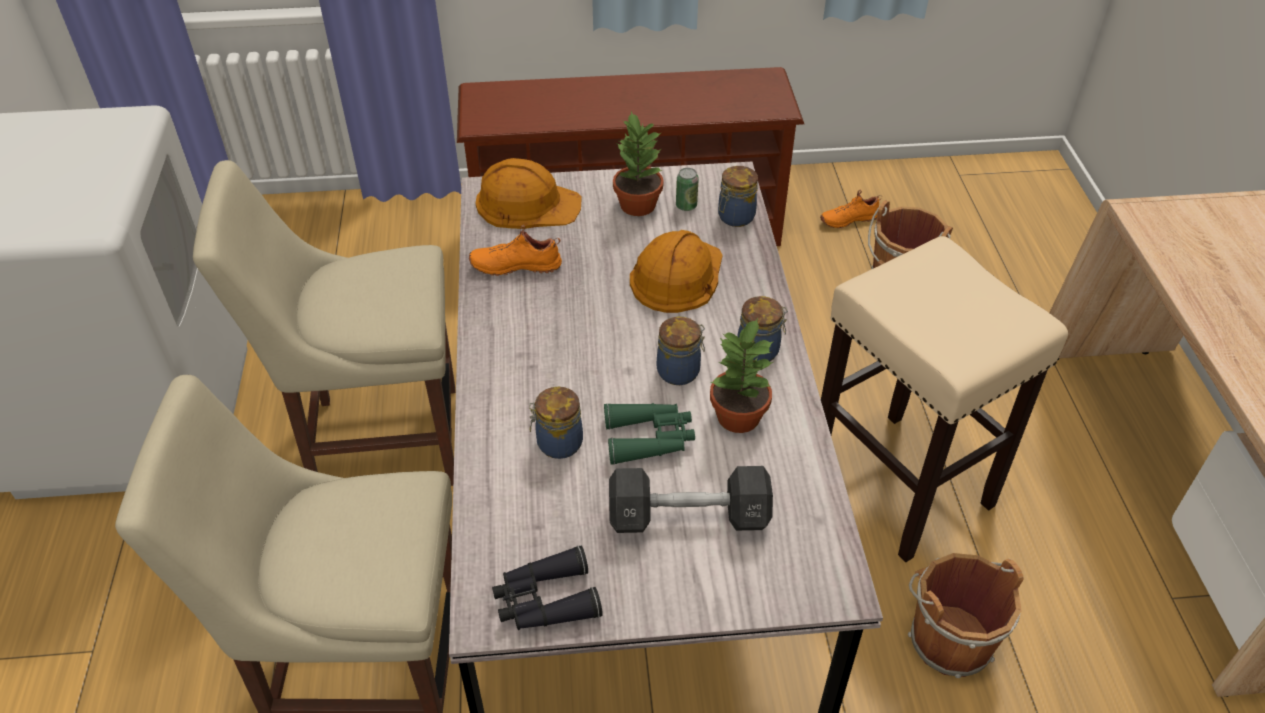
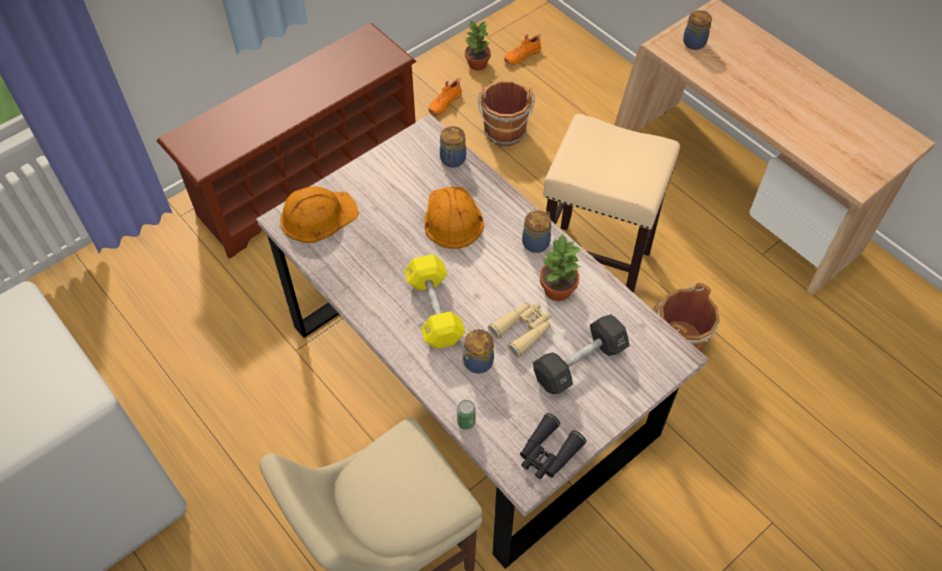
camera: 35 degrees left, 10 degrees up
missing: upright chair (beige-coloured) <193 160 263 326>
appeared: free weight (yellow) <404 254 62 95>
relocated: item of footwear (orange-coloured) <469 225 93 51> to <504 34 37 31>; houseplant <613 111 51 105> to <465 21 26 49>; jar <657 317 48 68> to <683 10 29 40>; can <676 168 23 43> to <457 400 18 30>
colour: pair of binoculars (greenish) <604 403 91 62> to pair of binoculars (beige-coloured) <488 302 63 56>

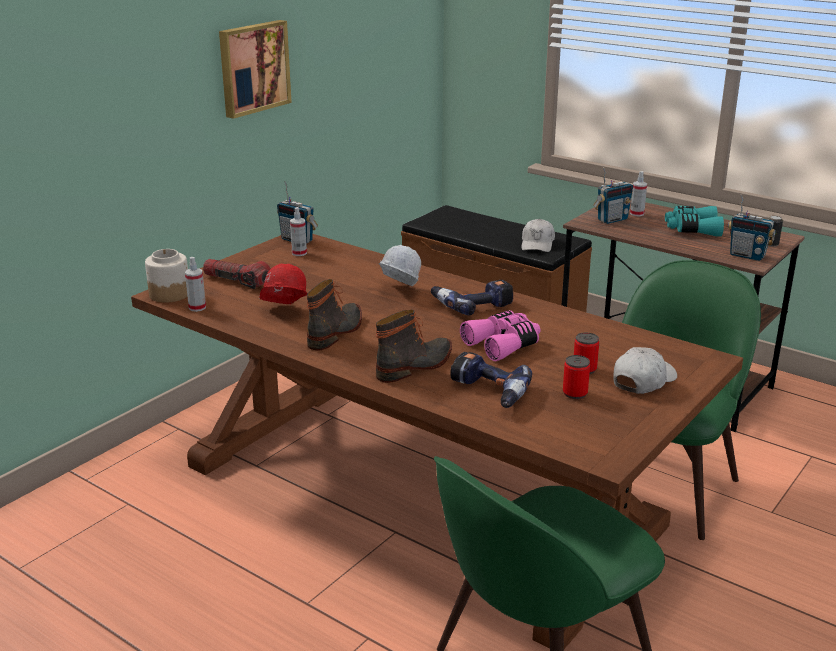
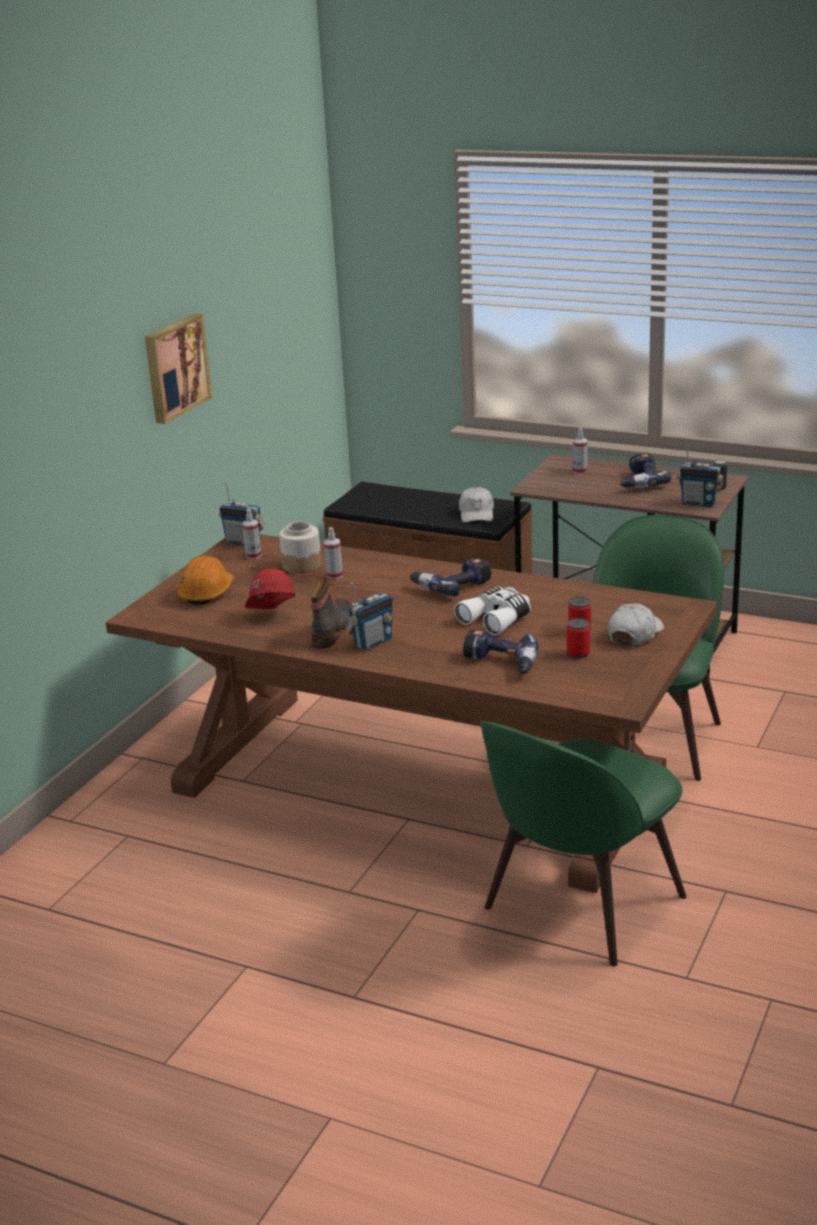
camera: 10 degrees left, 0 degrees up
missing: high-top boot <376 309 76 74>; safety helmet (white) <379 245 42 41>
relocated: jar <145 249 43 54> to <279 522 42 52>; sprayer <185 257 21 55> to <324 527 19 52>; radio receiver <593 167 40 57> to <346 582 47 68>
exchanged: torch <203 259 68 30> to safety helmet (orange-coloured) <176 555 58 50>; pair of binoculars (blue-green) <665 206 59 31> to drill <620 453 51 35>
colour: pair of binoculars (pink) <460 310 81 51> to pair of binoculars (white) <454 586 77 50>

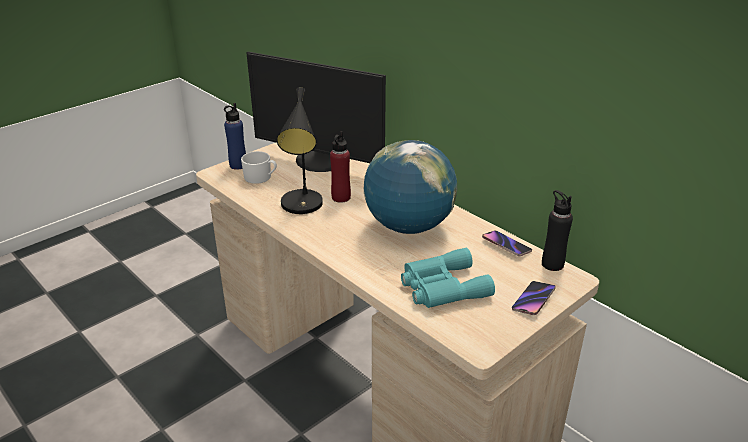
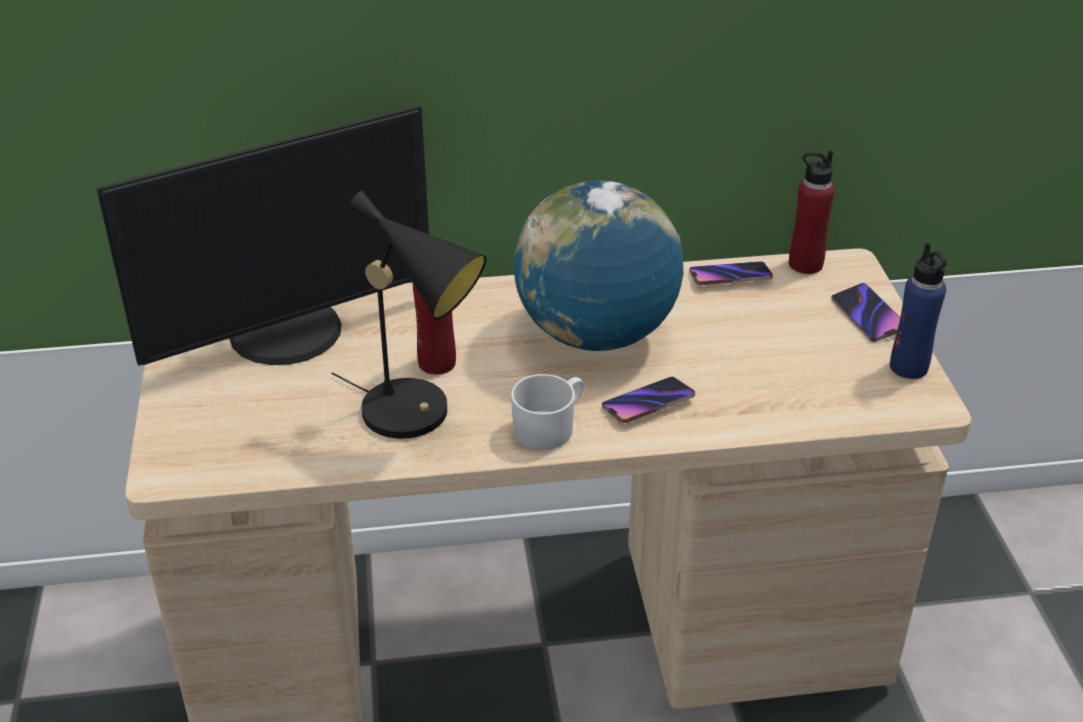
camera: 55 degrees left, 5 degrees up
missing: pair of binoculars (blue-green) <401 248 94 60>
appeared: telephone <602 377 93 46>
relocated: bottle (blue) <224 103 22 67> to <890 243 57 136>; mug (white) <241 151 36 33> to <511 374 73 76>
colour: bottle (black-coloured) <542 190 31 81> to bottle (red) <789 150 46 124>

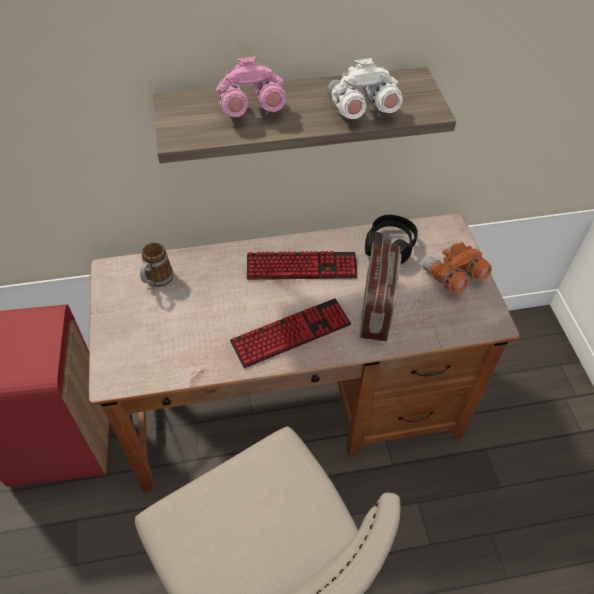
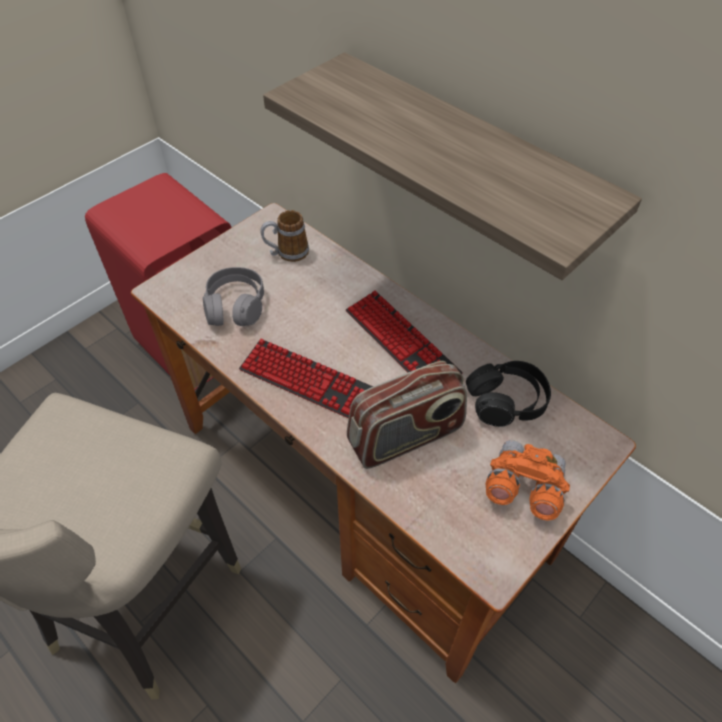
camera: 55 degrees right, 0 degrees up
missing: pair of binoculars (pink) <216 56 70 61>; pair of binoculars (white) <327 58 76 61>
appeared: headset (grey) <203 267 61 59>

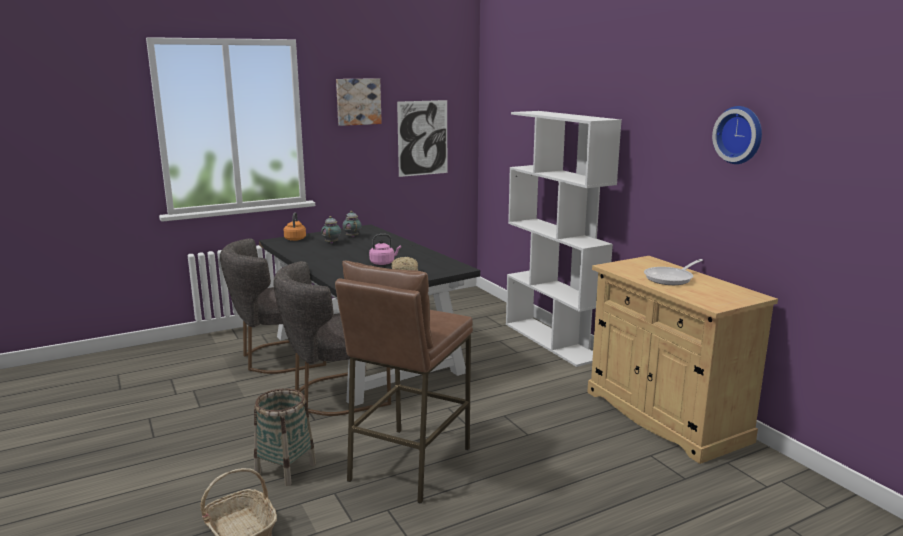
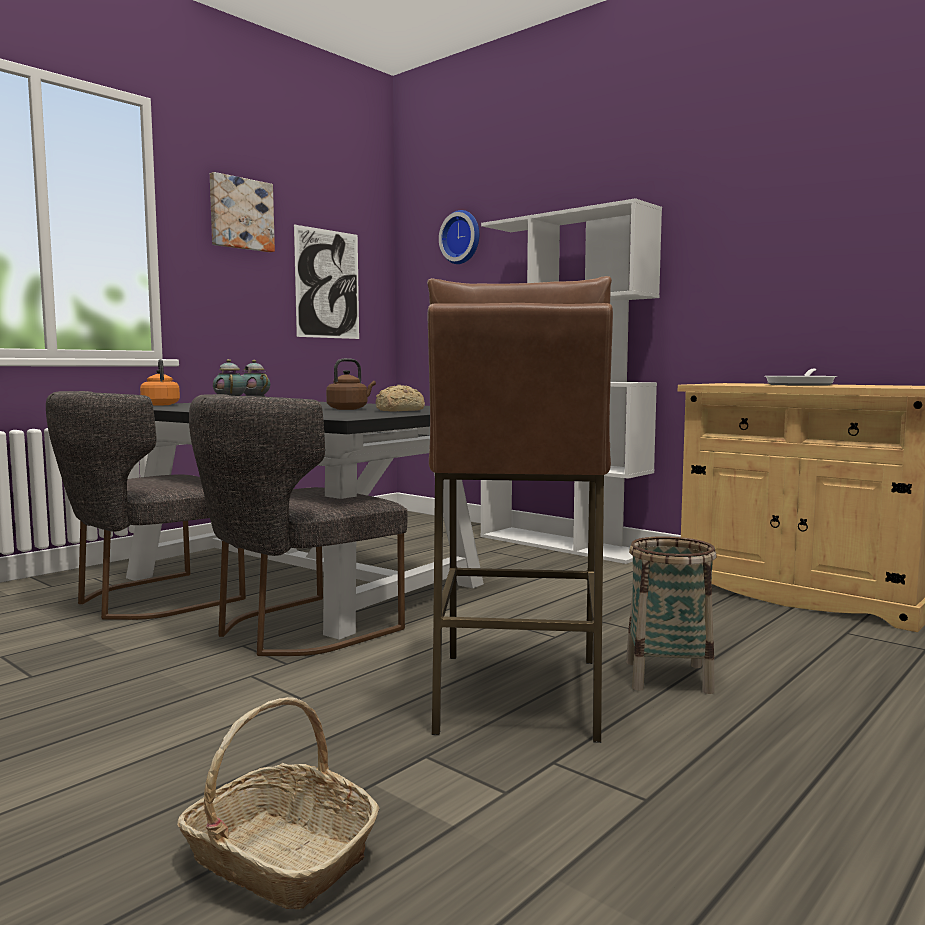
camera: 20 degrees left, 10 degrees down
relocated: storage basket <254 388 62 98> to <626 536 91 158>; wall clock <712 106 50 58> to <439 210 40 54>
colour: kettle (pink) <369 234 32 31> to kettle (brown) <326 358 50 52>

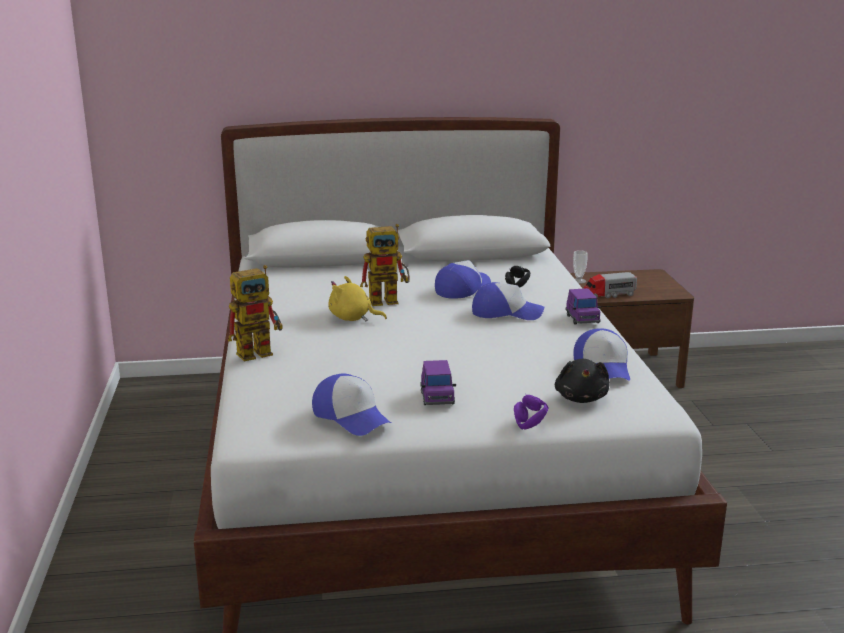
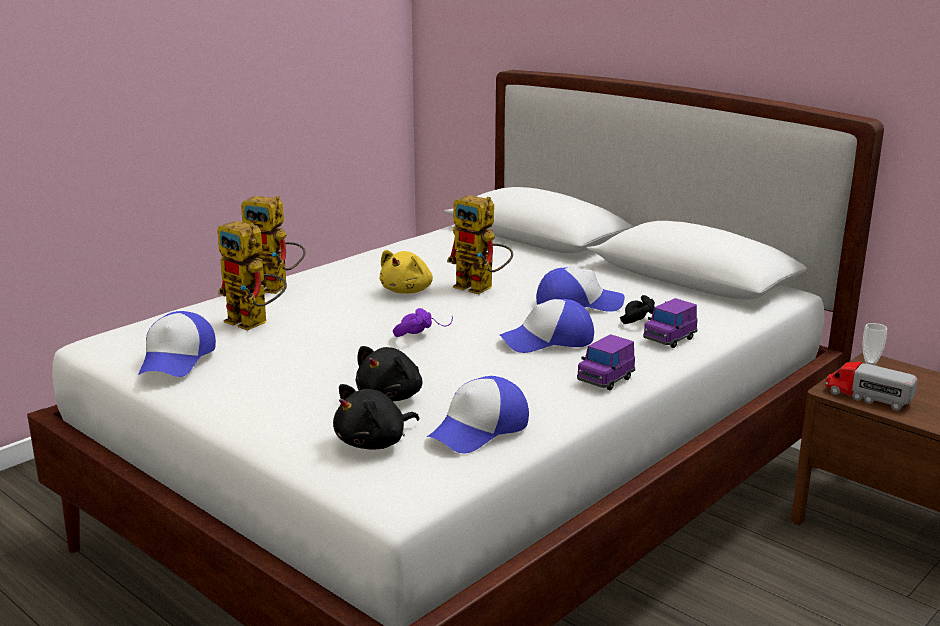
camera: 50 degrees right, 0 degrees up
appeared: toy robot <217 221 70 110>; plush toy (black-coloured) <355 346 67 55>
relocated: miniature car (purple) <420 360 36 45> to <643 298 55 50>; headset (purple) <514 393 35 36> to <393 308 60 29>
spun: plush toy (yellow) <328 276 59 46> = <380 250 53 44> 135 degrees counterclockwise; cap <472 282 72 38> = <500 299 94 54> 105 degrees clockwise

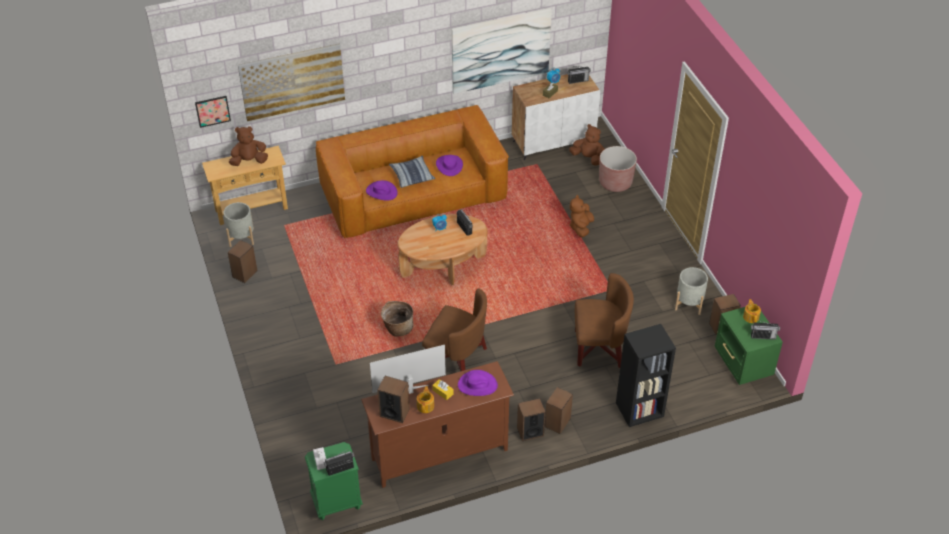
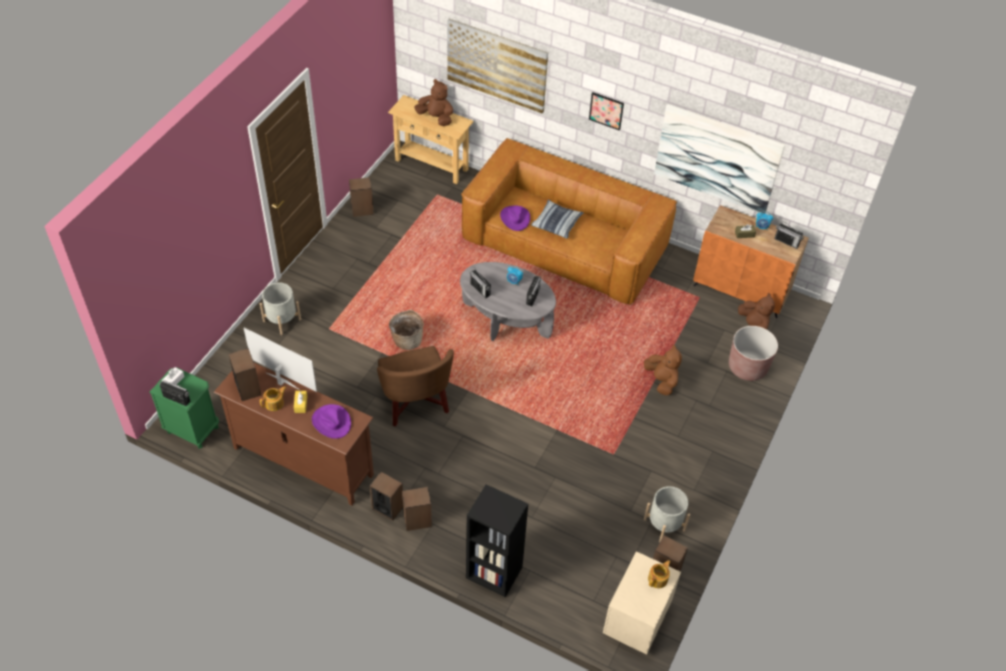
camera: 45 degrees right, 5 degrees up
missing: wearable hat (purple) <436 155 27 21>; easy chair (brown) <575 273 59 95>
relocated: wall picture <195 96 36 32> to <589 92 35 39>; planter (grey) <223 202 31 45> to <260 282 41 53>; radio receiver <751 320 29 20> to <470 267 21 32>
colour: lounge table (brown) <398 214 90 71> to lounge table (grey) <460 262 96 79>; cupboard (white) <512 74 88 86> to cupboard (orange-coloured) <693 205 116 113>; nightstand (greenish) <715 304 68 81> to nightstand (beige-coloured) <603 551 78 104>
spun: plush toy (brown) <570 195 24 42> = <644 345 38 50> 90 degrees clockwise

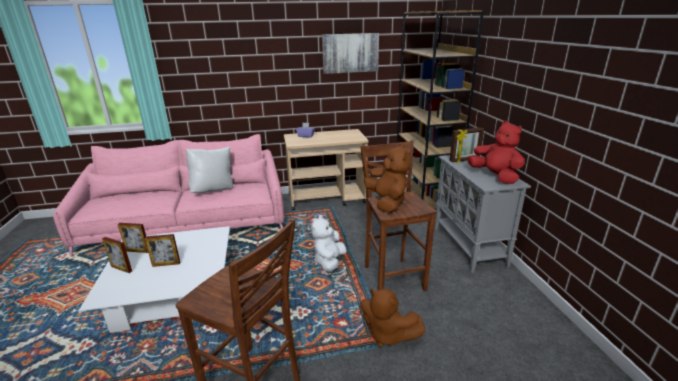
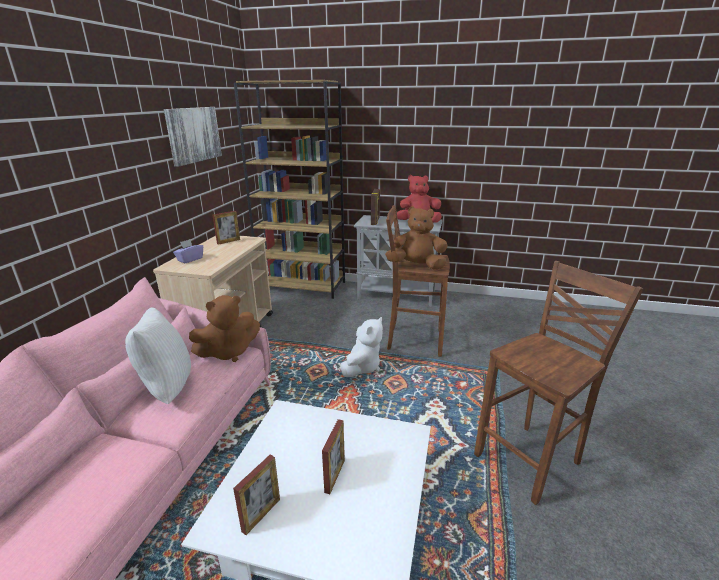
camera: 65 degrees left, 0 degrees up
relocated: photo frame <102 237 30 36> to <213 211 27 34>; plush toy (brown) <360 288 66 60> to <189 295 71 67>
spun: plush toy (white) <311 215 36 57> = <341 317 42 60> 105 degrees counterclockwise

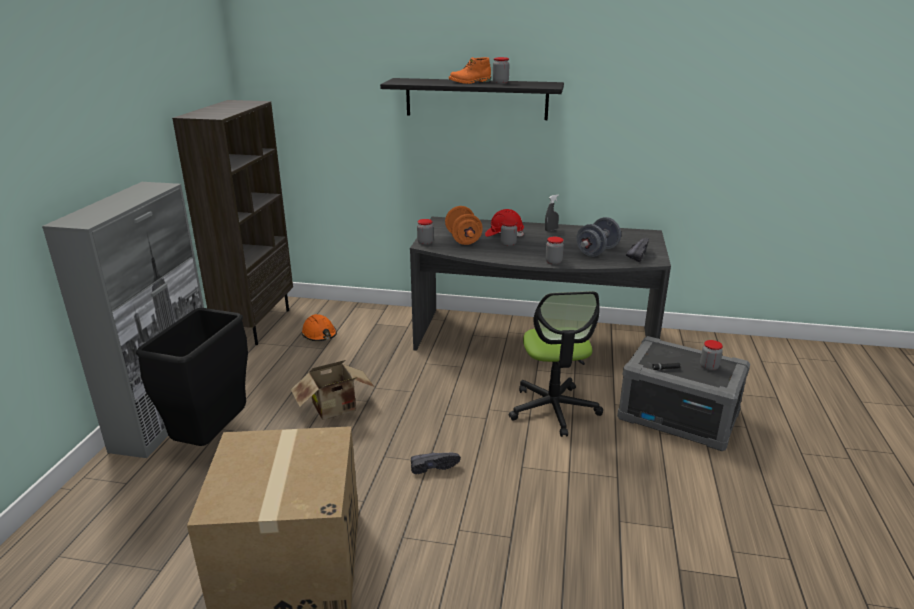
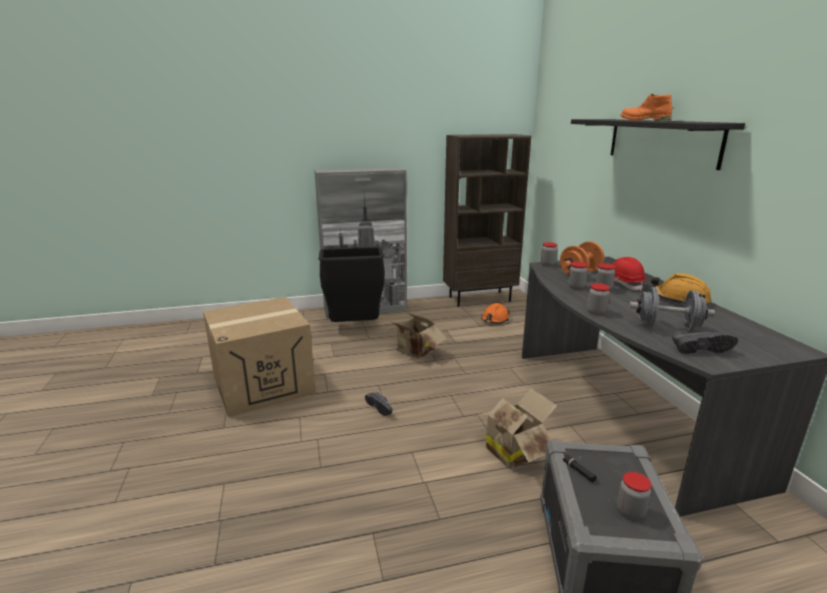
camera: 65 degrees right, 5 degrees down
relocated: jar <493 57 17 27> to <568 262 20 28>
exchanged: desk chair <509 291 94 146> to carton <474 388 83 81>; sprayer (grey) <545 195 14 37> to safety helmet (orange-coloured) <651 273 60 32>

